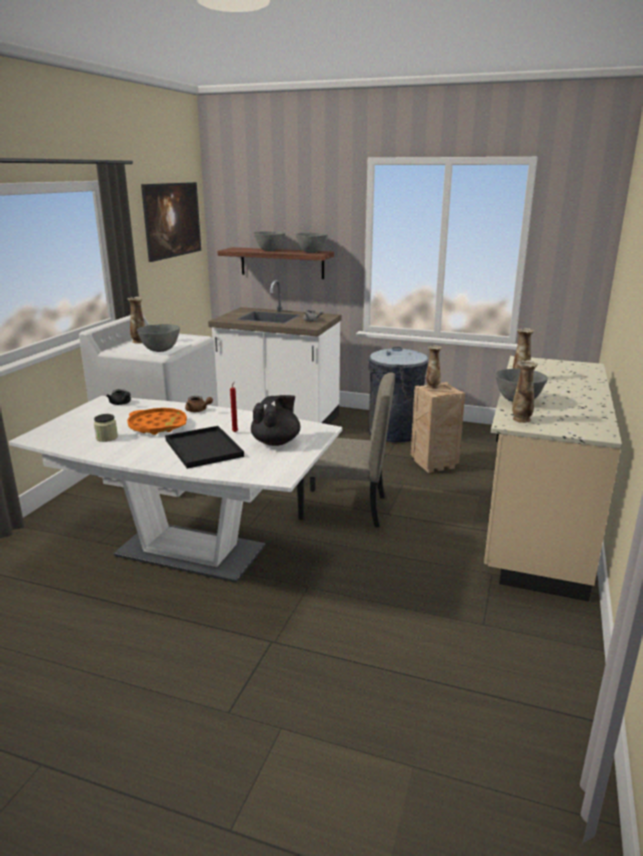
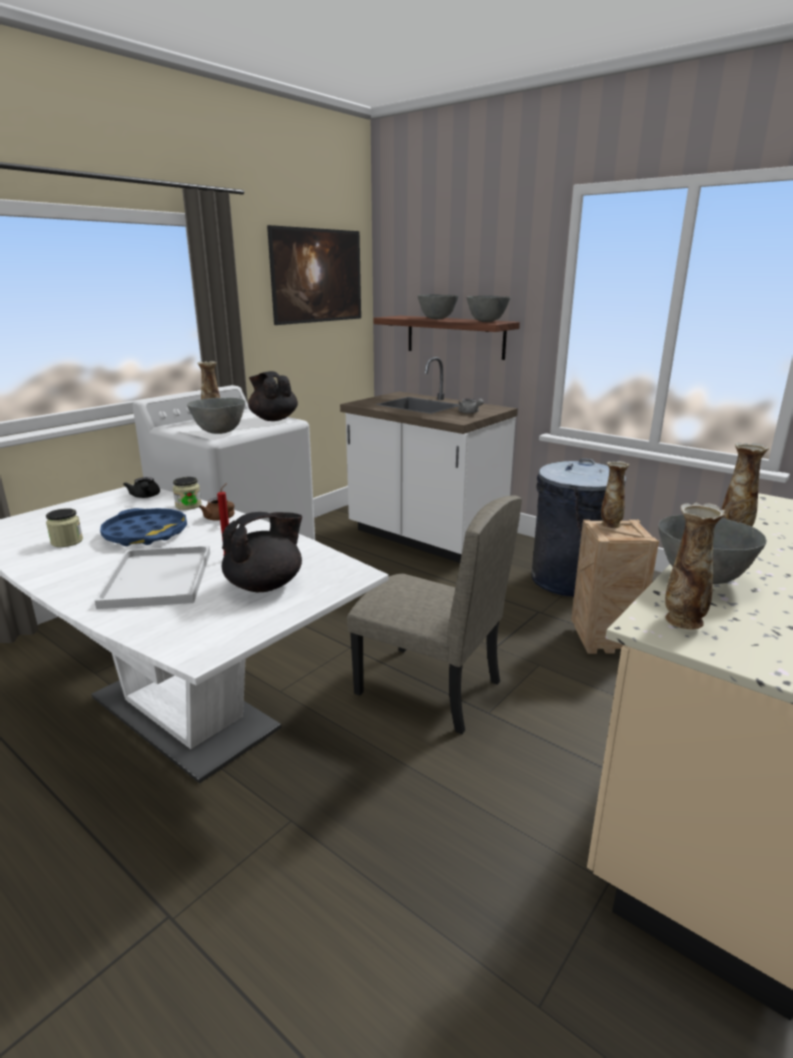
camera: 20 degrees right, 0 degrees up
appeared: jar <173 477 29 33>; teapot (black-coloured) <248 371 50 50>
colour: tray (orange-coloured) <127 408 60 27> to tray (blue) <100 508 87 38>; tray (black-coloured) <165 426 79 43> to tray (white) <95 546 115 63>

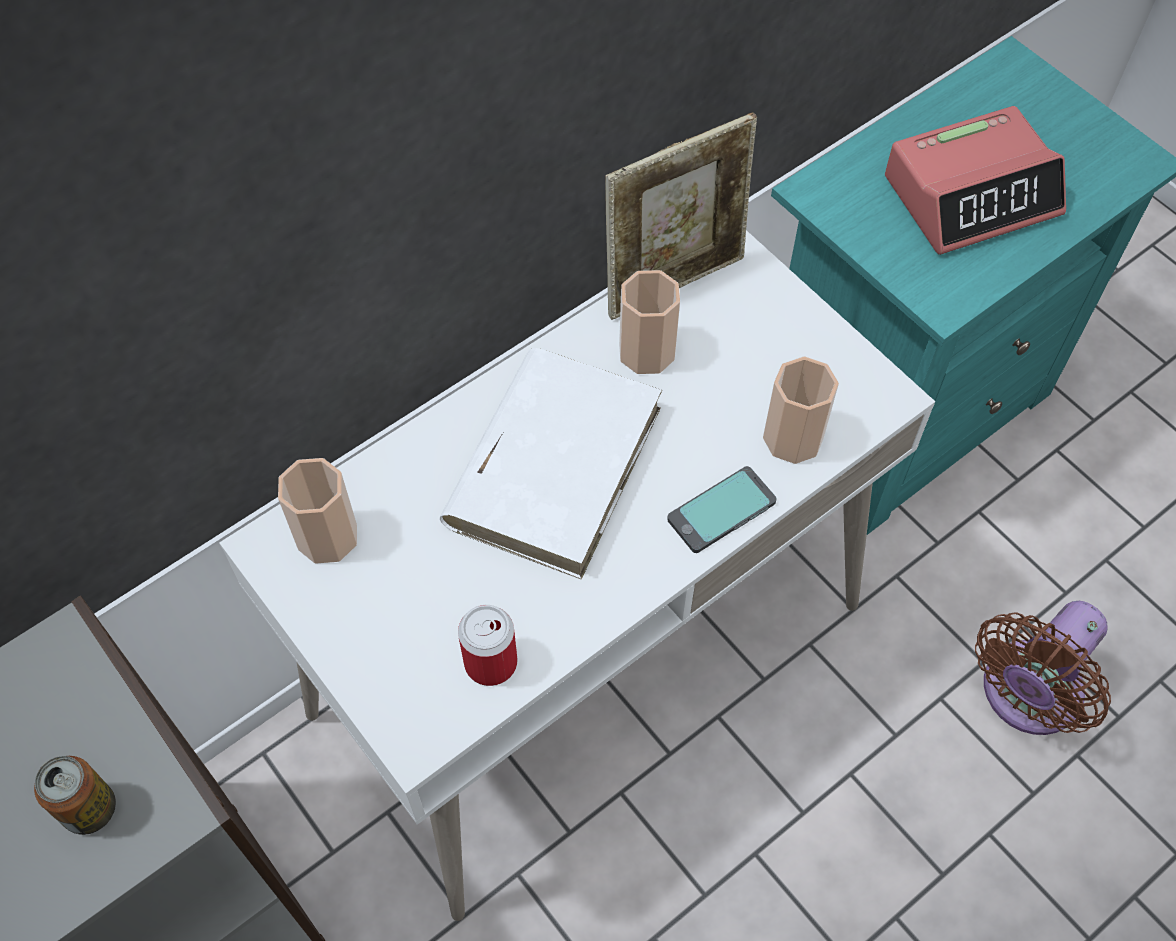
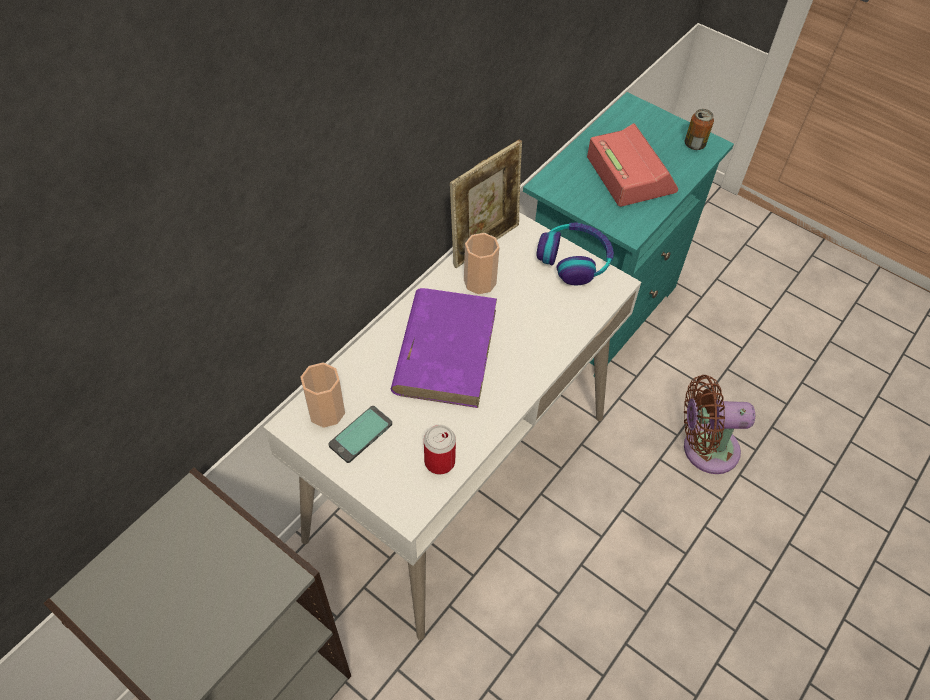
camera: 15 degrees left, 5 degrees down
missing: drinking cup <763 356 76 108>
appeared: headset <537 222 77 63>
relocated: can <34 756 82 79> to <685 109 29 41>; telephone <667 466 110 87> to <328 406 64 57>
colour: volume (white) <440 348 222 232> to volume (purple) <391 288 106 120>
spun: table clock <885 106 181 149> = <587 123 91 84> 75 degrees counterclockwise; fan (brown) <975 601 136 134> = <684 375 71 99> 60 degrees clockwise

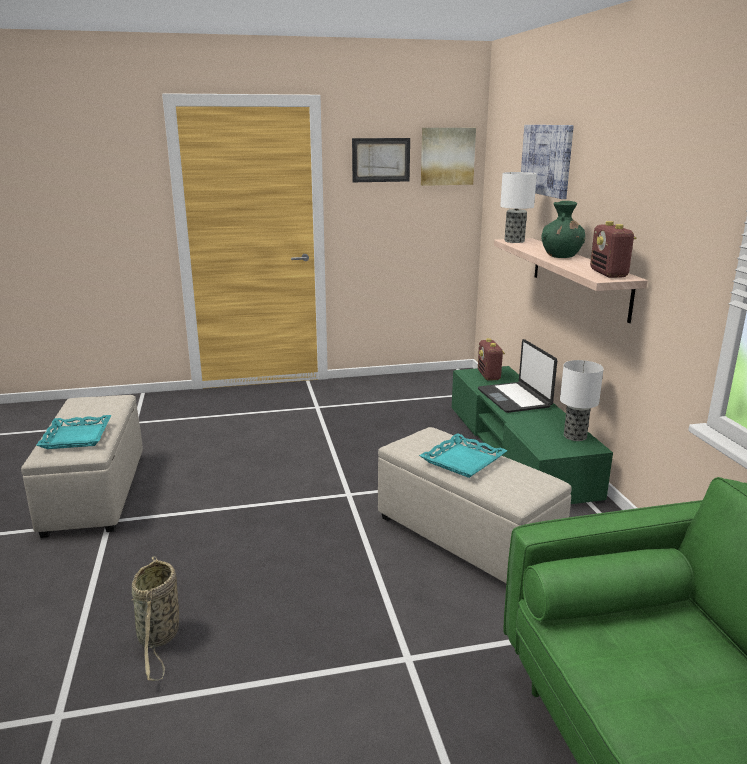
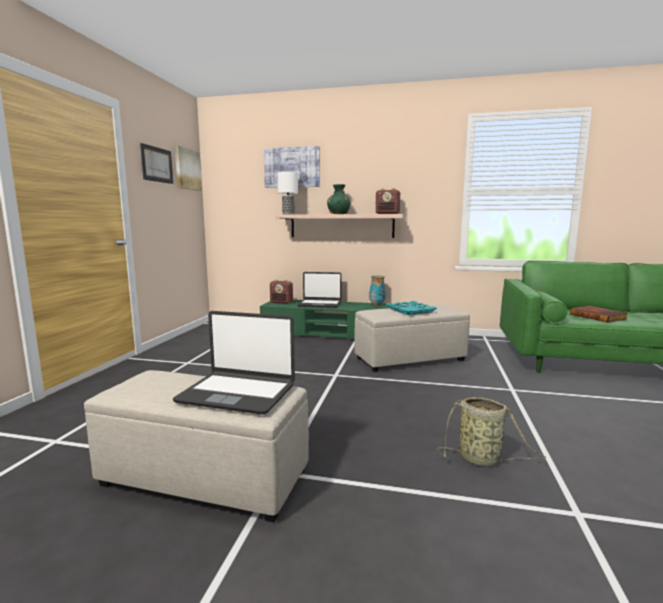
camera: 65 degrees left, 10 degrees down
appeared: volume <570 306 57 16>
exchanged: tray (blue-green) <36 415 75 34> to notebook computer <173 311 122 103>; lamp for a table <560 360 44 81> to decorative vase <369 276 17 30>

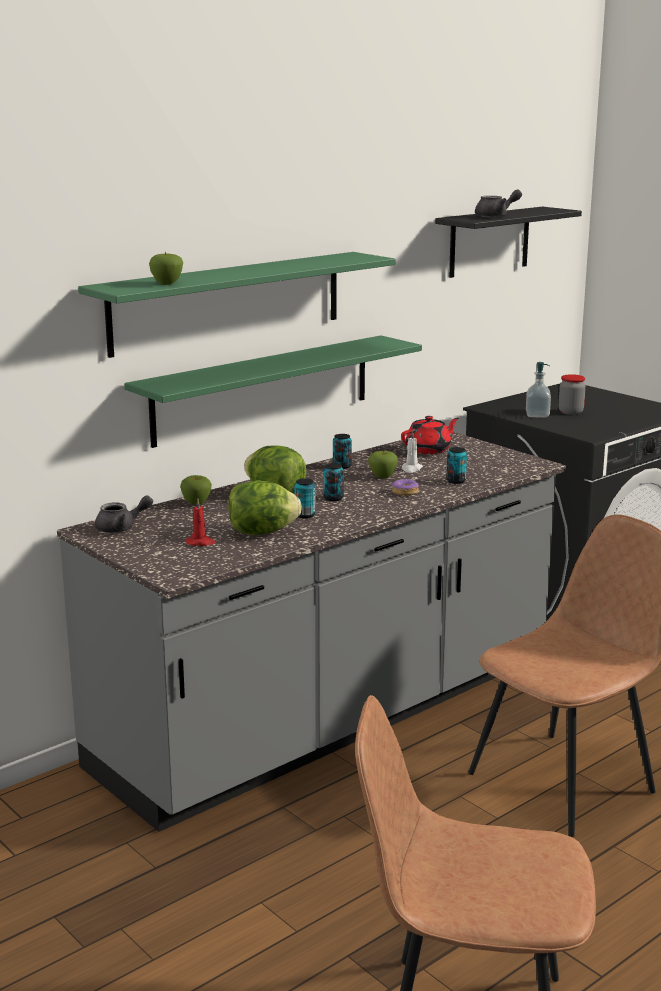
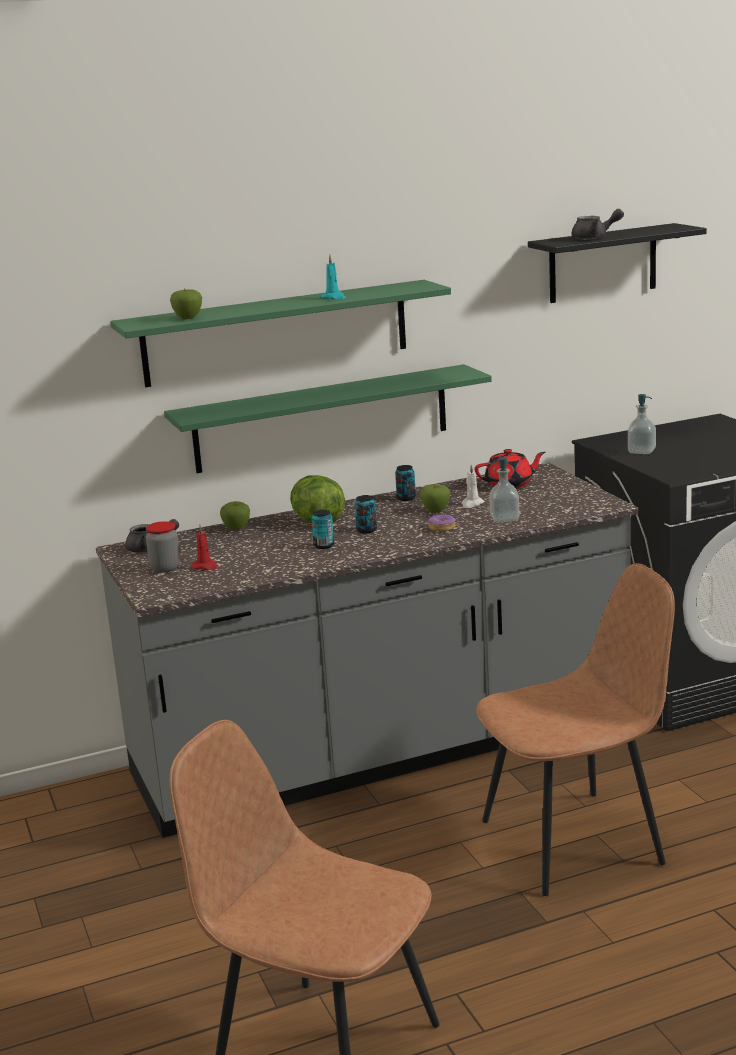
camera: 20 degrees right, 0 degrees up
missing: lettuce head <228 480 74 55>
appeared: wax light (blue-green) <321 255 25 44>
relocated: jar <559 374 27 41> to <146 521 34 52>
exchanged: can <446 447 21 37> to liquid soap bottle <489 457 30 66>

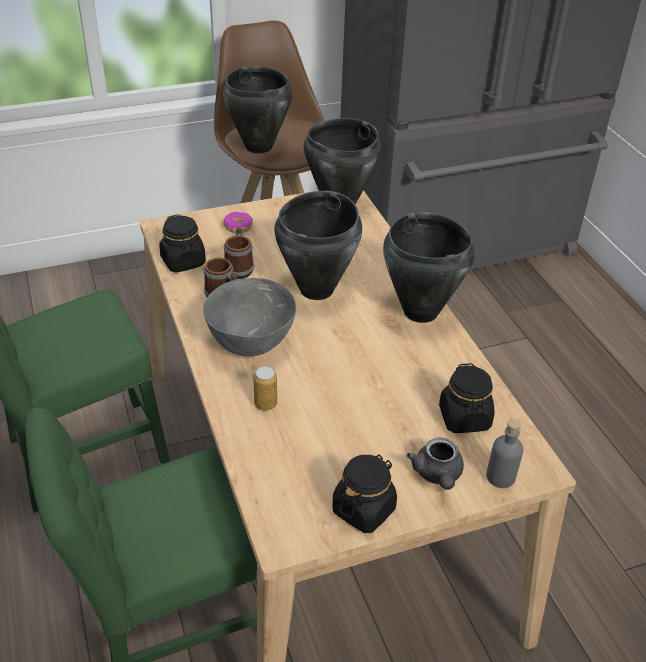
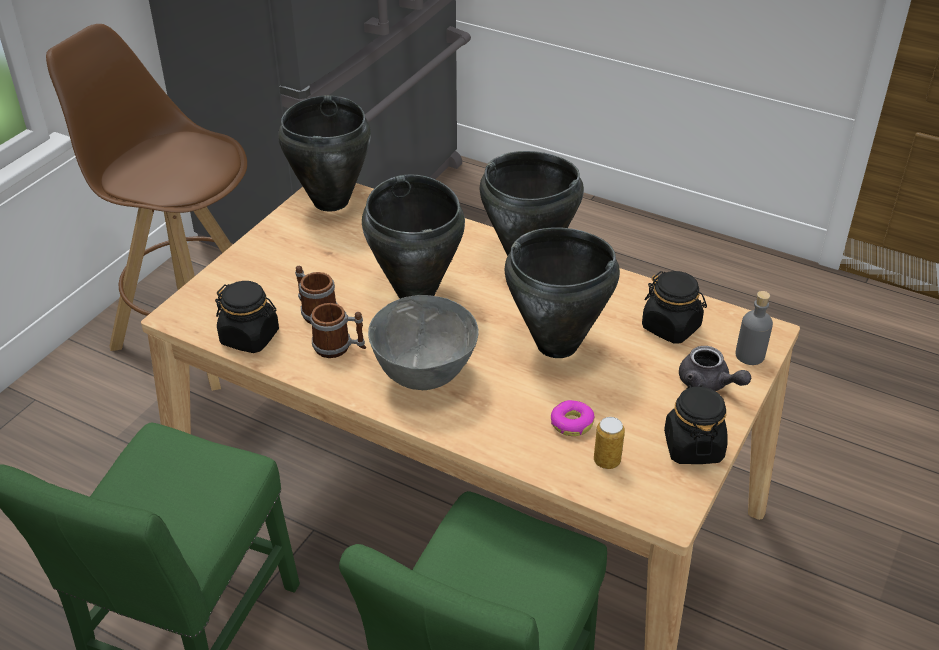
camera: 40 degrees left, 0 degrees up
relocated: saucepot (black-coloured) <223 66 69 88> to <505 228 115 130>; ring doughnut <223 212 30 21> to <551 400 44 36>; can <253 366 24 44> to <594 417 31 52>

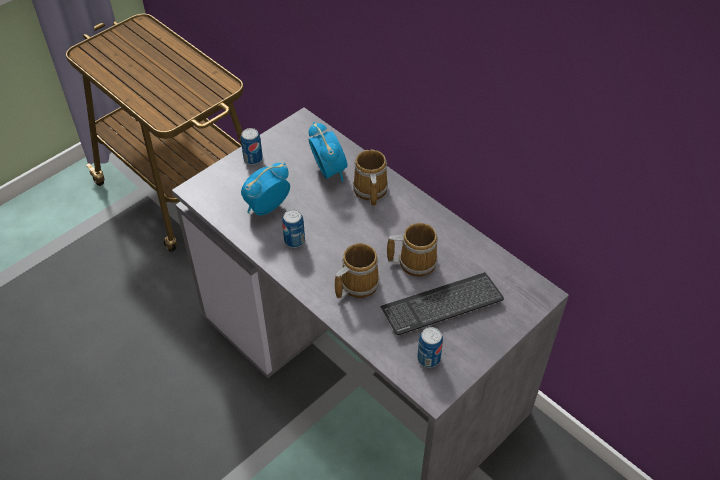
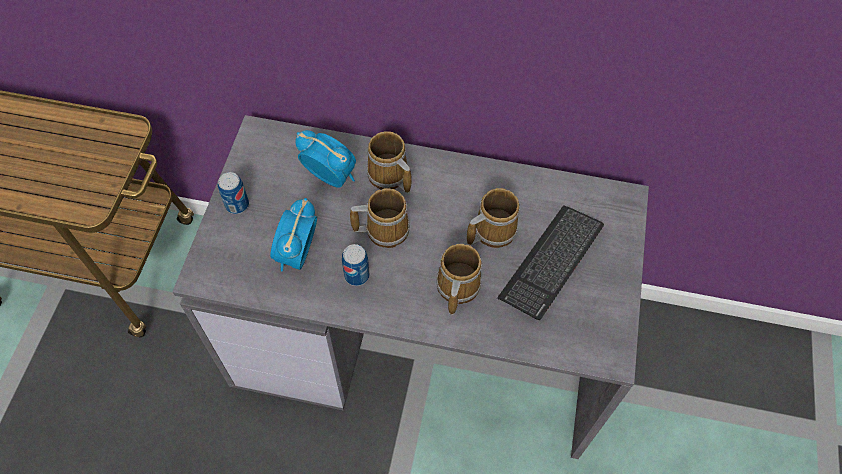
camera: 35 degrees left, 10 degrees up
missing: can <417 327 26 41>
appeared: mug <350 188 60 60>

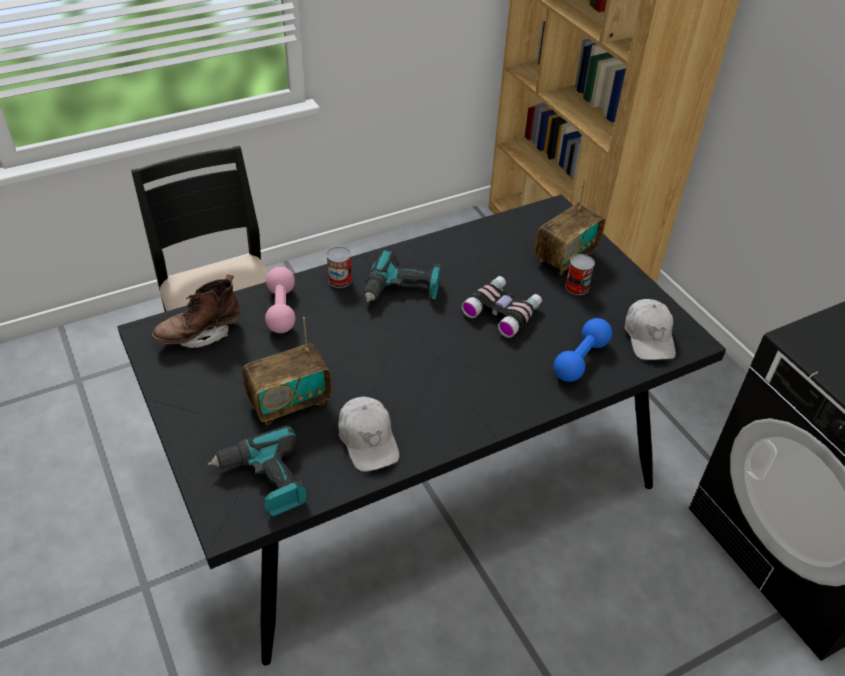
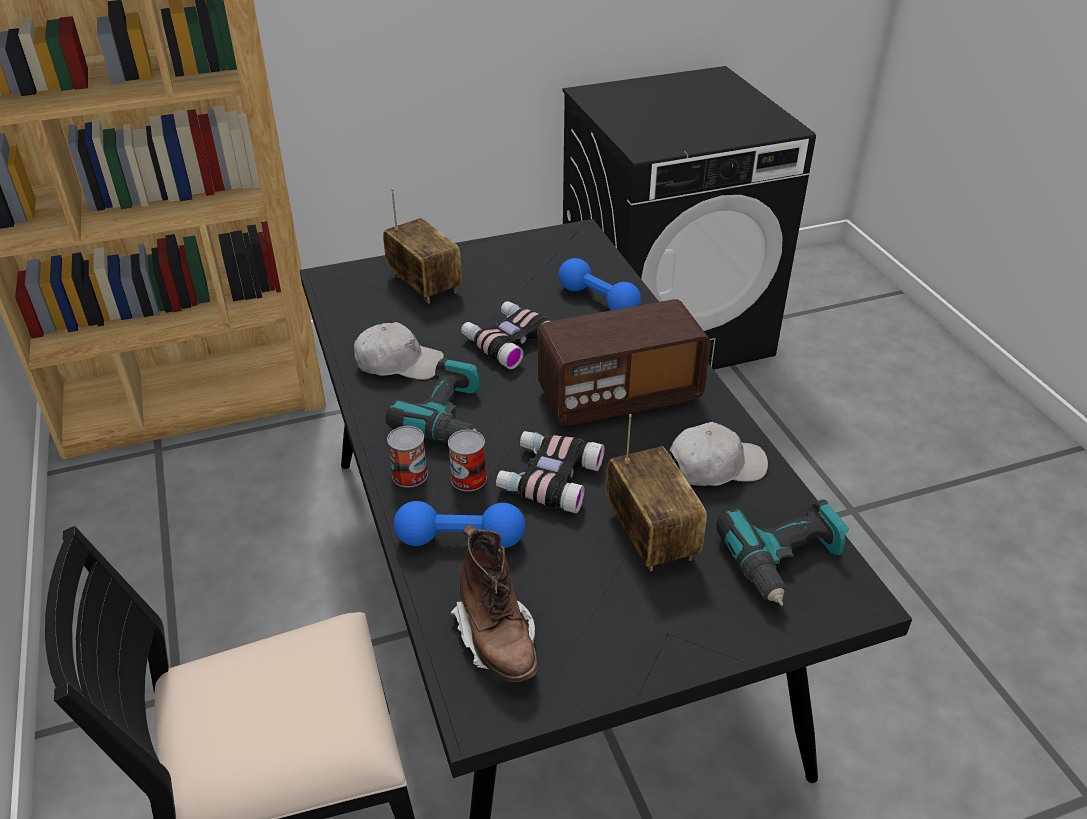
camera: 80 degrees left, 5 degrees down
appeared: pair of binoculars <496 431 109 82>; radio receiver <537 299 174 127>
relocated: can <565 254 30 41> to <448 430 39 61>; cap (white) <625 299 51 61> to <354 322 90 58>
colour: free weight (pink) <265 267 30 66> to free weight (blue) <394 501 131 47>

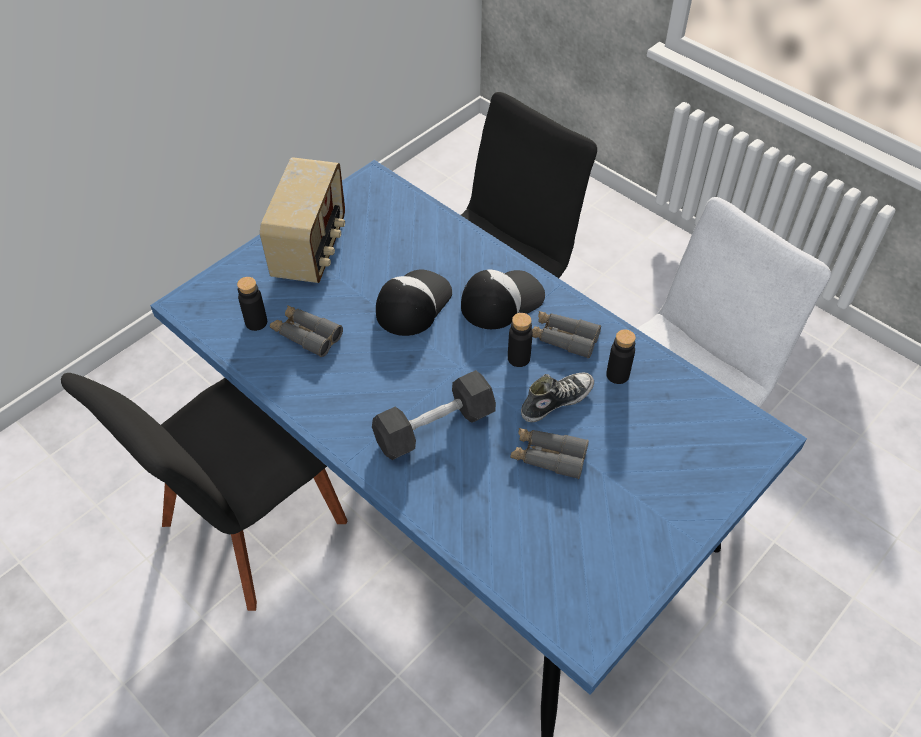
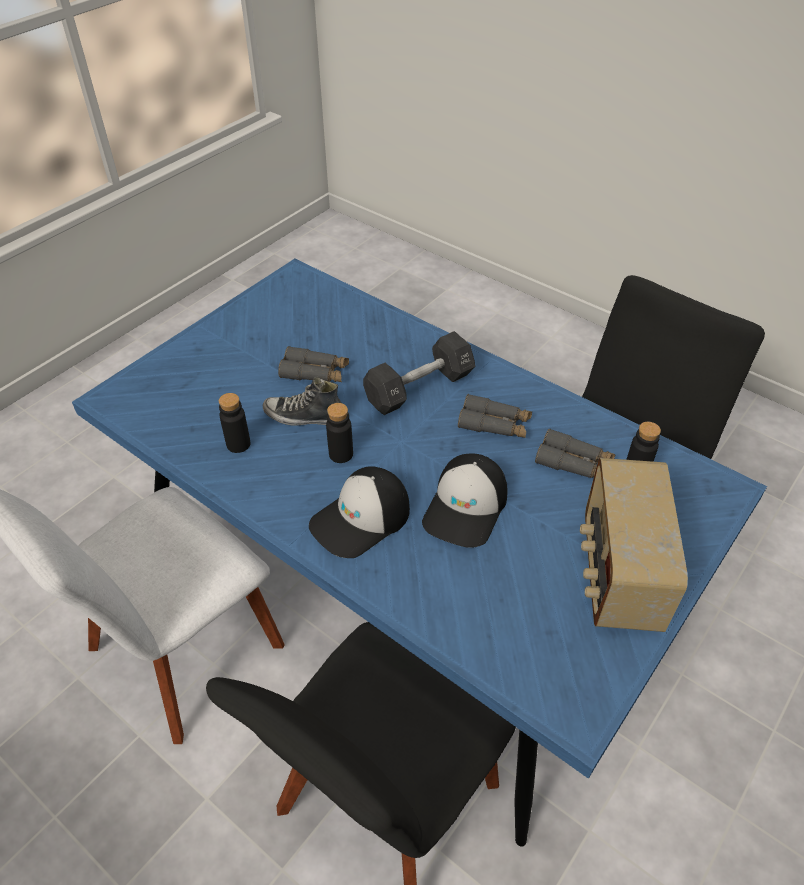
camera: 175 degrees right, 5 degrees down
relocated: pair of binoculars (grey) <532 311 69 47> to <458 394 74 44>
spun: item of footwear <521 373 73 49> = <263 377 78 49> 45 degrees clockwise

